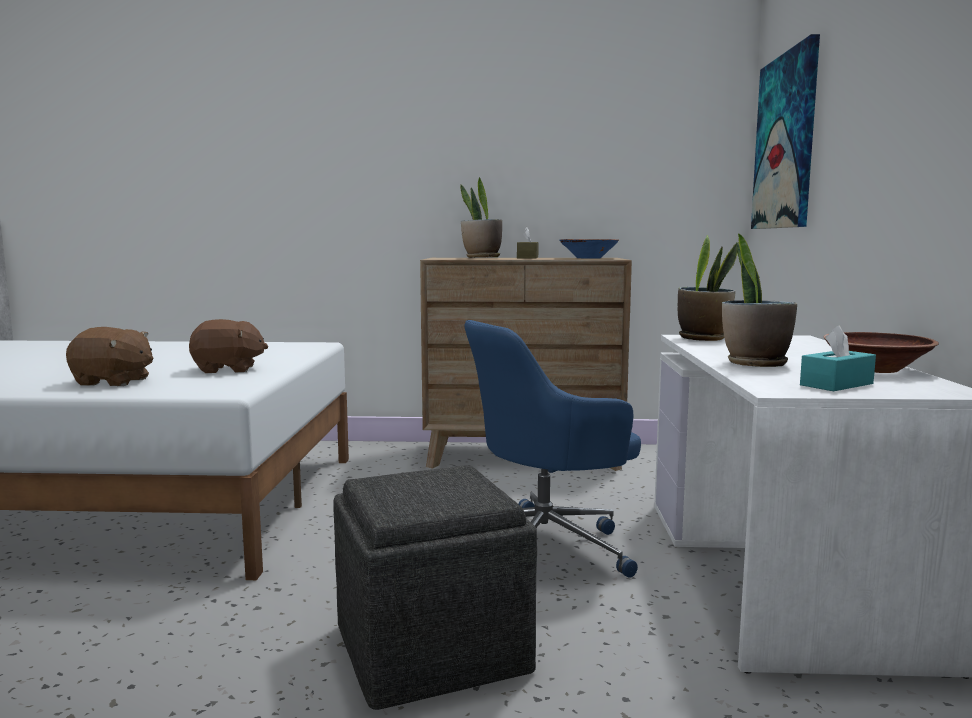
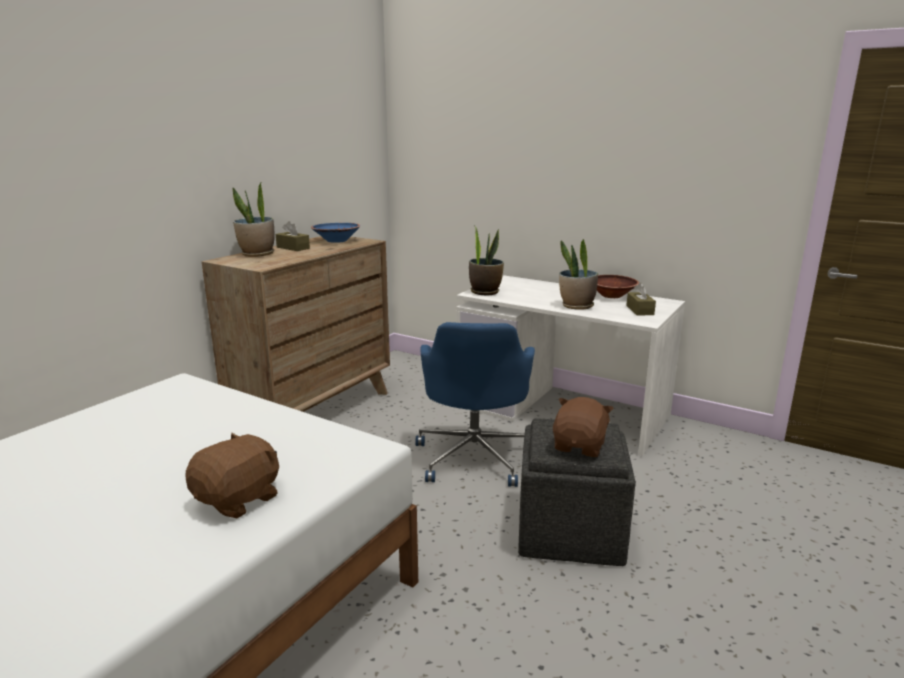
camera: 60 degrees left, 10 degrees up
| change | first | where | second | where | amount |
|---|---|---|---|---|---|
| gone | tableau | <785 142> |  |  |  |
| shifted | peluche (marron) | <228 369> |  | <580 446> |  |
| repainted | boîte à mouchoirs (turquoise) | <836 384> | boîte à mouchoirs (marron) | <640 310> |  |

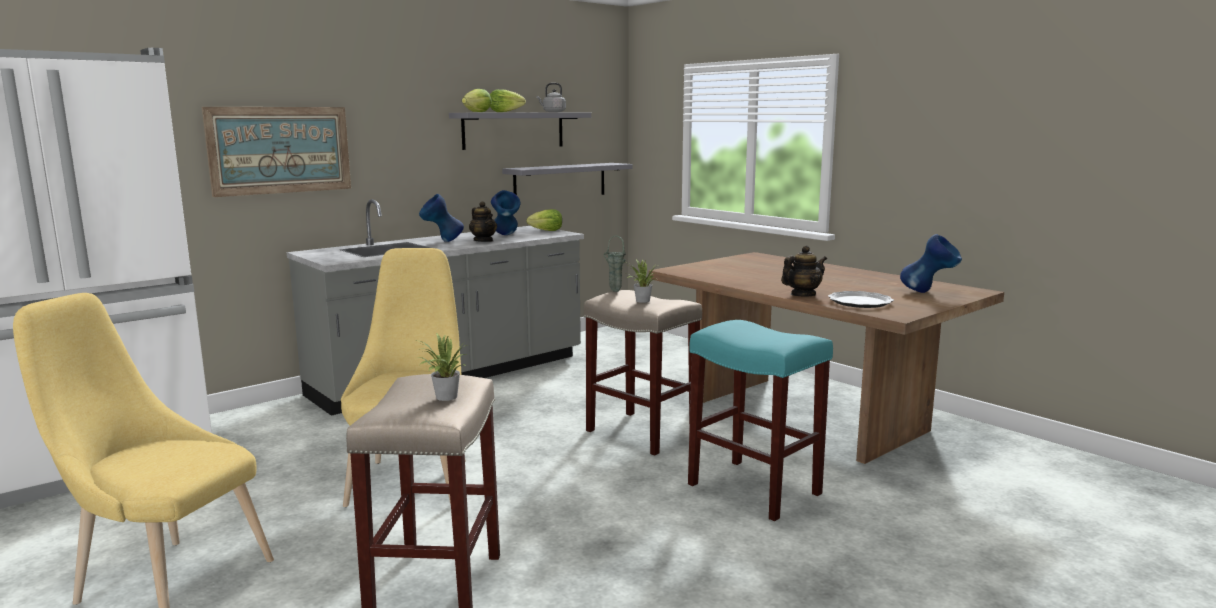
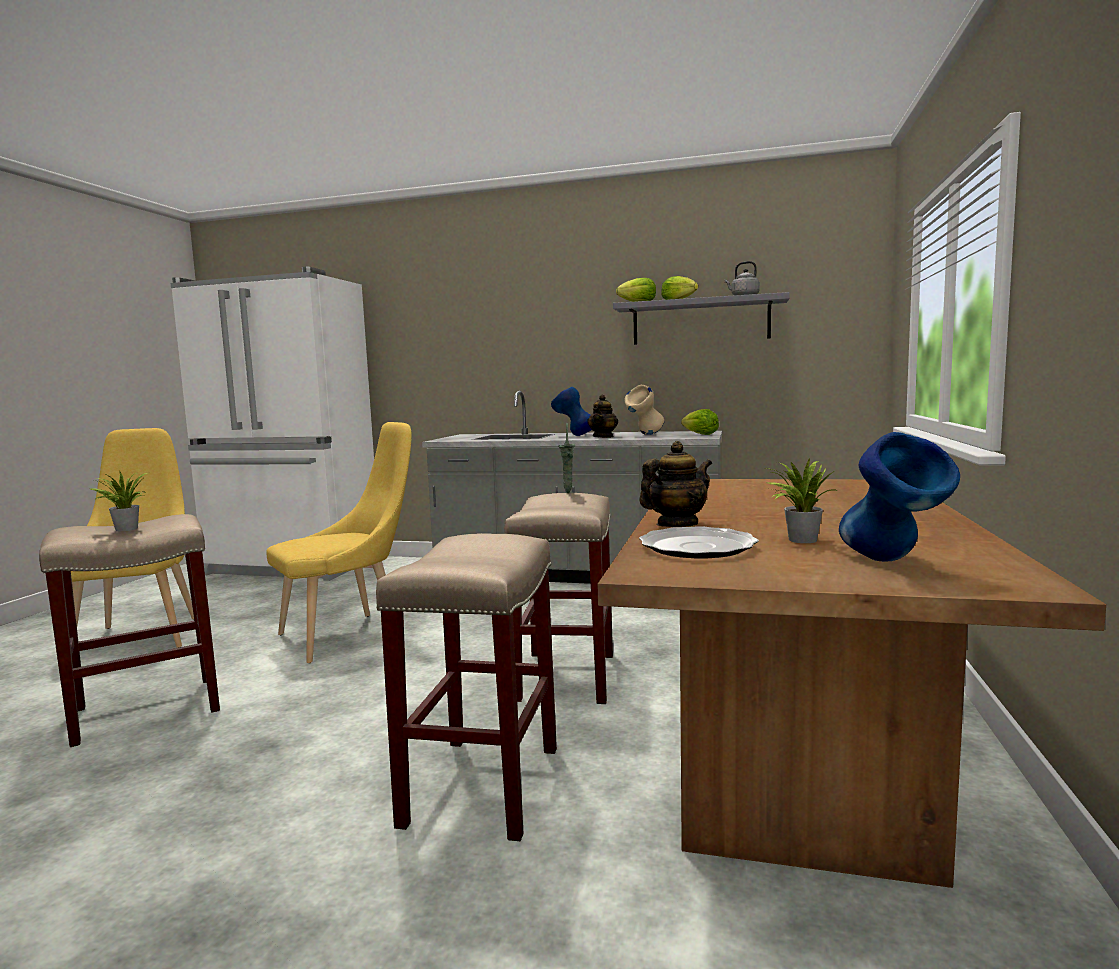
camera: 55 degrees right, 5 degrees down
| change | first | where | second | where | amount |
|---|---|---|---|---|---|
| gone | tableau | <280 150> |  |  |  |
| gone | étagère (gris) | <560 181> |  |  |  |
| repainted | vase (bleu) | <506 235> | vase (beige) | <645 435> |  |
| rotated | théière | <802 295> |  | <676 525> | 60 degrees counterclockwise |
| shifted | plante en pot | <641 301> |  | <798 540> |  |
| repainted | tabouret (turquoise) | <752 488> | tabouret (beige) | <482 784> |  |

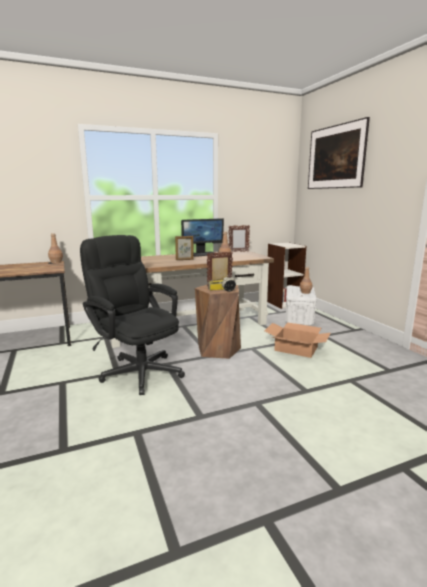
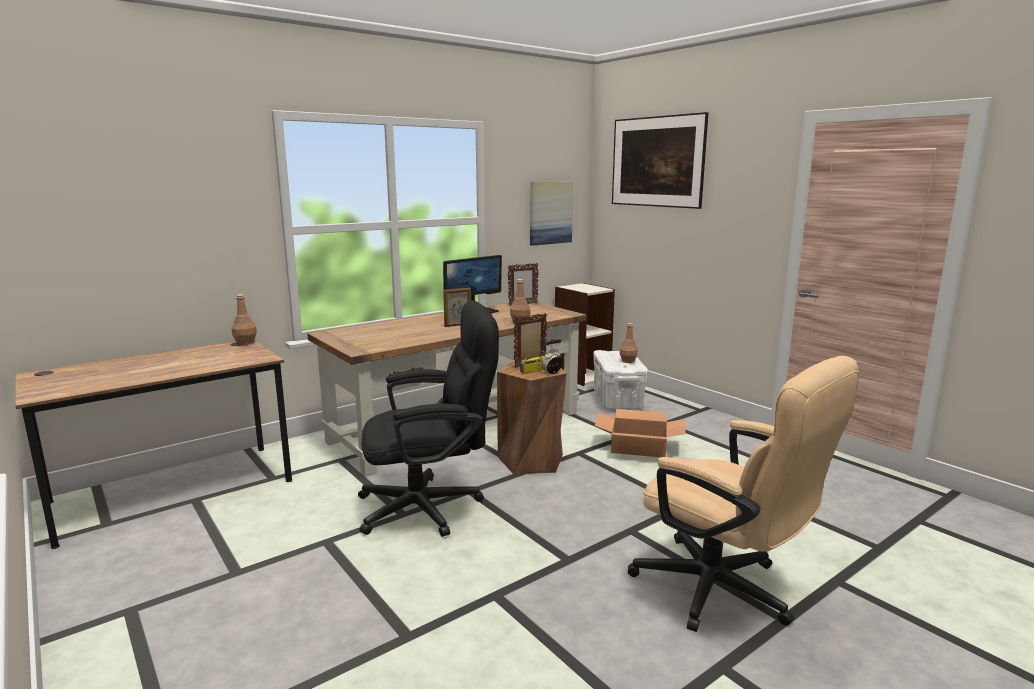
camera: 15 degrees left, 0 degrees up
| change | first | where | second | where | amount |
|---|---|---|---|---|---|
| rotated | chaise de bureau (noir) | <137 370> |  | <431 506> | 135 degrees clockwise |
| new |  |  | tableau | <550 212> |  |
| new |  |  | chaise de bureau (beige) | <725 593> |  |

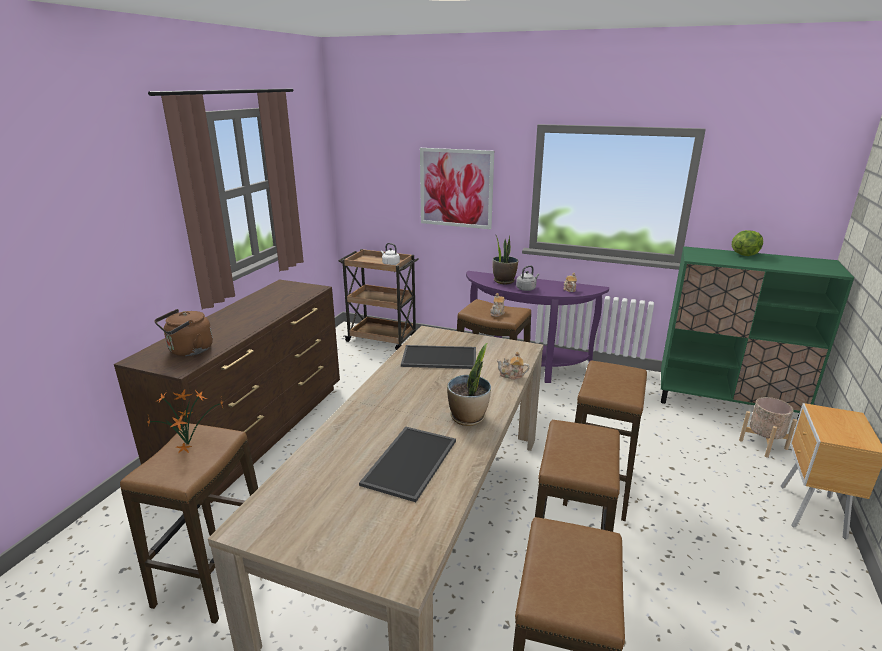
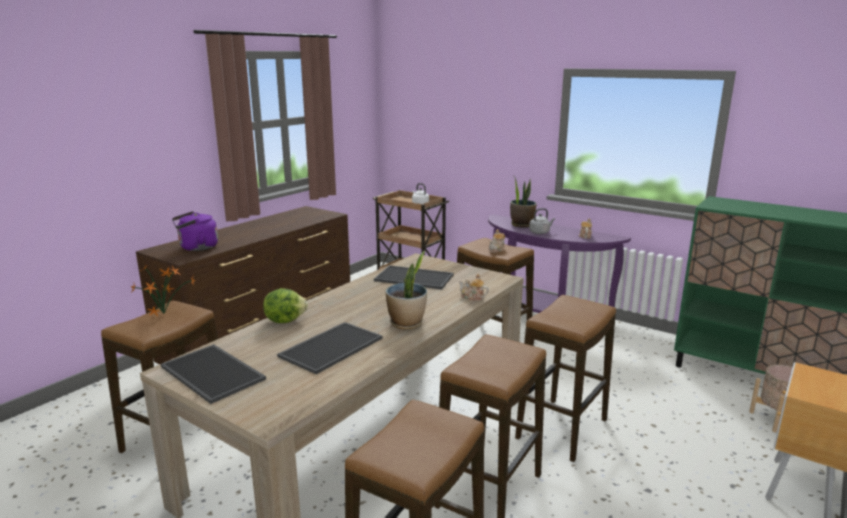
camera: 15 degrees right, 5 degrees down
| change | first | where | second | where | amount |
|---|---|---|---|---|---|
| gone | tableau | <456 188> |  |  |  |
| shifted | laitue | <744 254> |  | <285 320> |  |
| repainted | bouilloire (marron) | <188 351> | bouilloire (violet) | <196 248> |  |
| new |  |  | plateau | <214 372> |  |

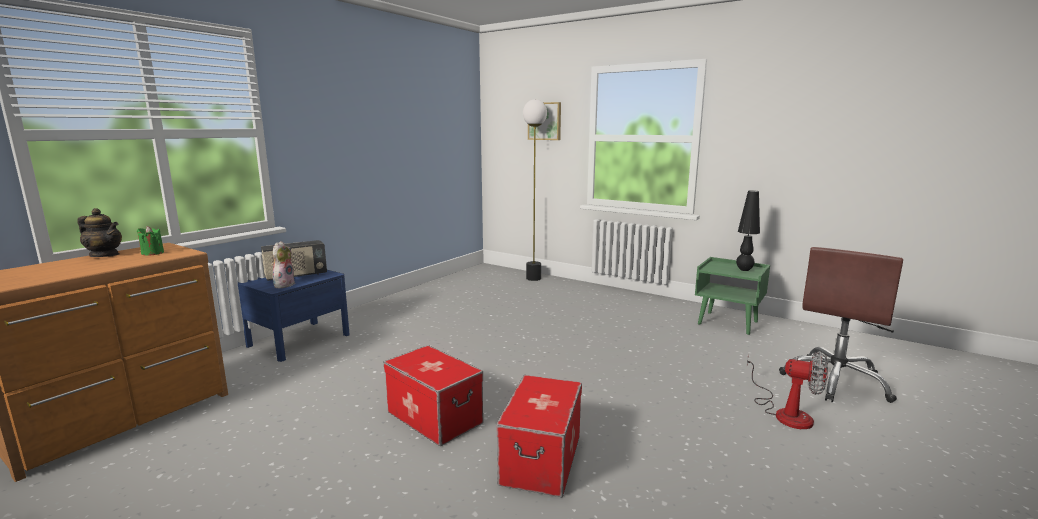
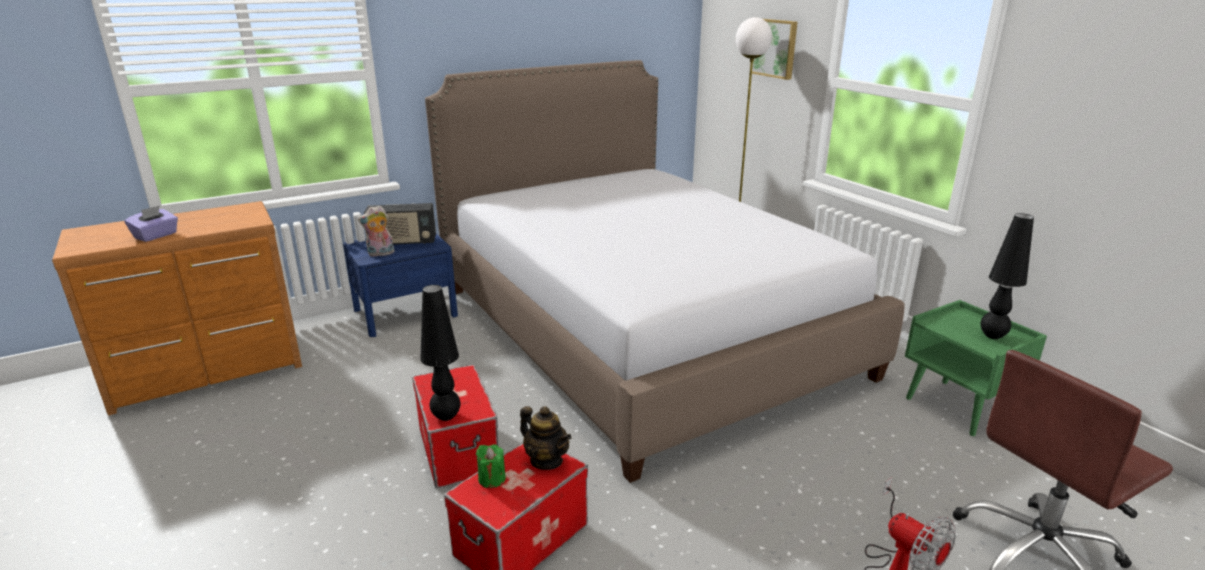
camera: 25 degrees right, 10 degrees up
| change | first | where | second | where | amount |
|---|---|---|---|---|---|
| shifted | théière | <105 255> |  | <546 460> |  |
| shifted | bougie (vert) | <152 253> |  | <492 479> |  |
| rotated | peluche | <284 285> |  | <380 254> | 150 degrees counterclockwise |
| new |  |  | lit | <640 329> |  |
| new |  |  | boîte à mouchoirs (violet) | <156 236> |  |
| new |  |  | lampe de table (noir) | <446 417> |  |

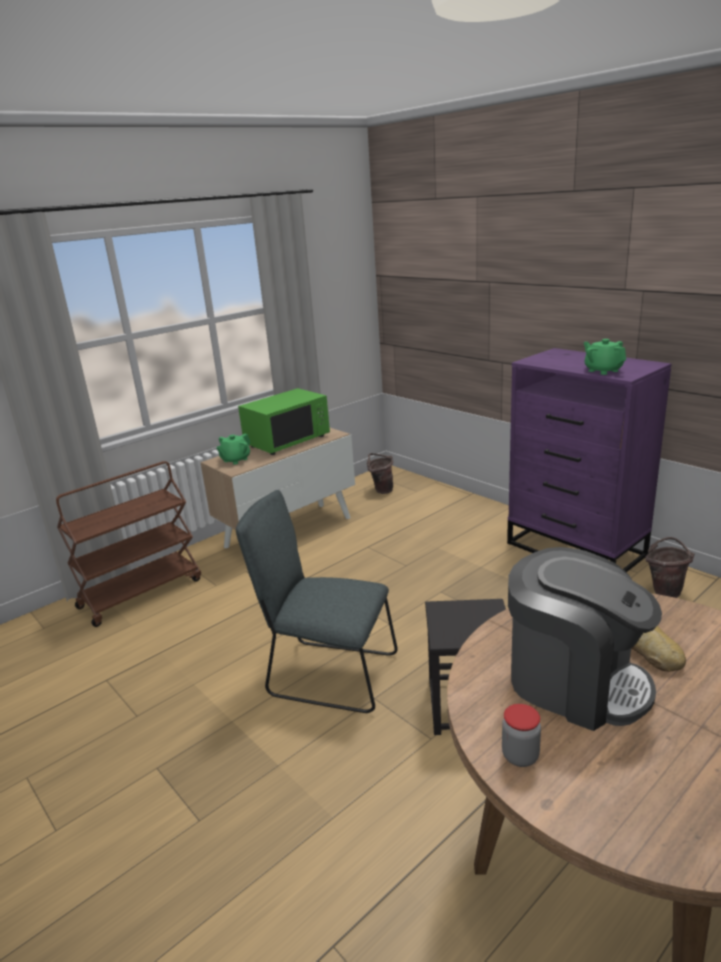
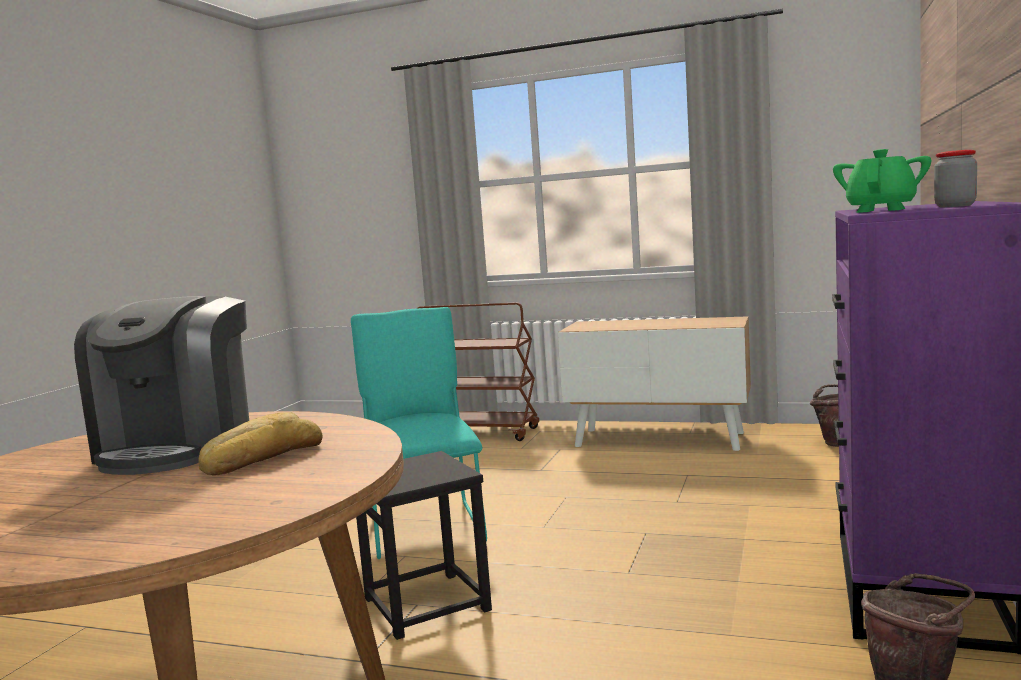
camera: 60 degrees right, 15 degrees down
| change | first | where | second | where | amount |
|---|---|---|---|---|---|
| gone | micro-ondes (vert) | <287 441> |  |  |  |
| gone | théière (vert) | <235 460> |  |  |  |
| repainted | chaise (gris) | <327 674> | chaise (turquoise) | <425 527> |  |
| shifted | bocal | <520 756> |  | <955 206> |  |

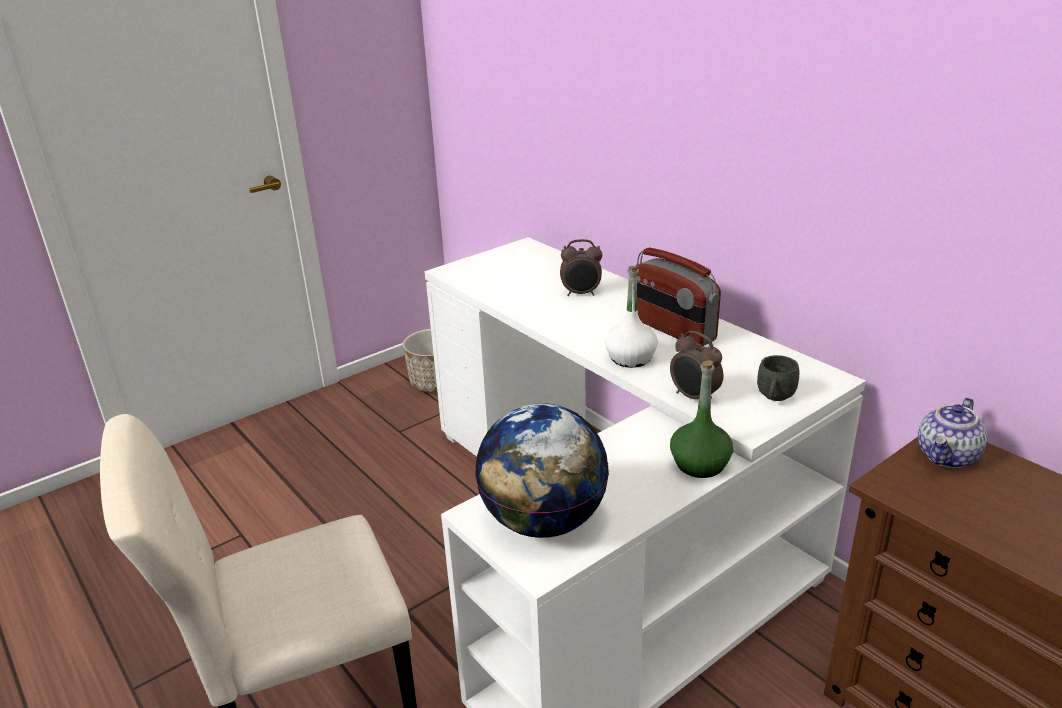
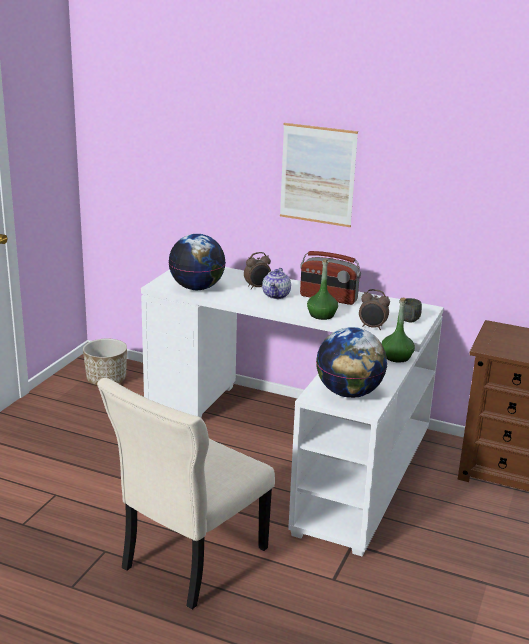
camera: 30 degrees left, 5 degrees down
| change | first | where | second | where | amount |
|---|---|---|---|---|---|
| repainted | bouteille (blanc) | <630 358> | bouteille (vert) | <321 315> |  |
| shifted | théière | <948 457> |  | <276 295> |  |
| new |  |  | tableau | <317 175> |  |
| new |  |  | globe | <197 288> |  |

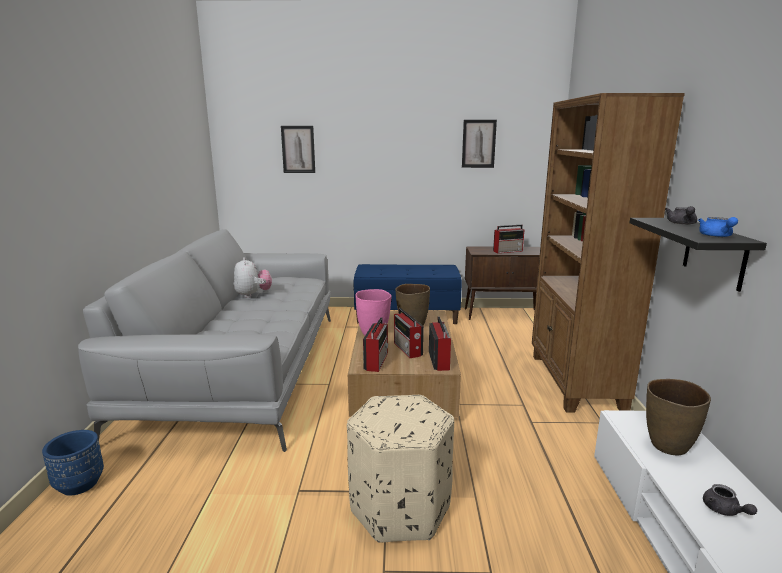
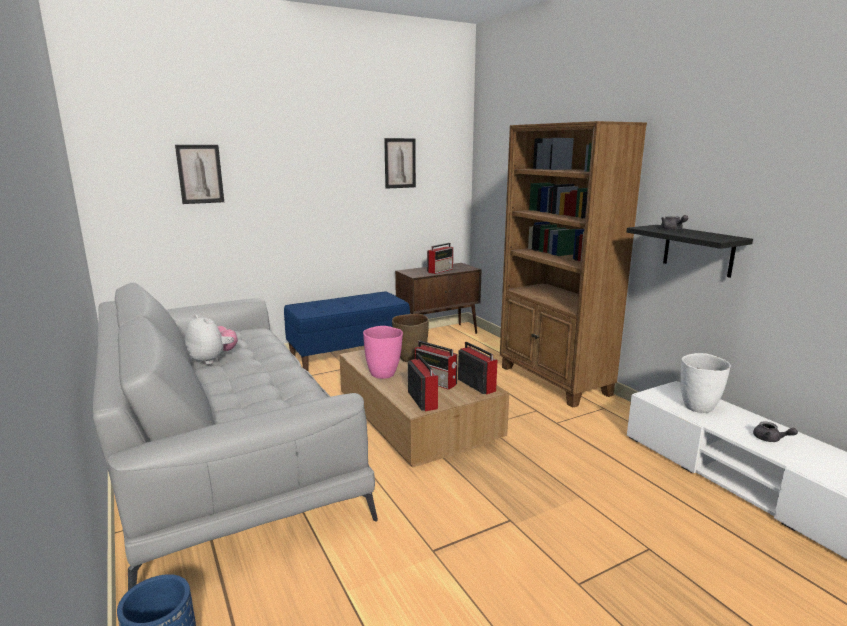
camera: 30 degrees left, 0 degrees up
| change | first | where | second | where | amount |
|---|---|---|---|---|---|
| gone | théière (bleu) | <716 236> |  |  |  |
| repainted | vase (marron) | <668 446> | vase (blanc) | <698 407> |  |
| gone | pouf (beige) | <399 508> |  |  |  |

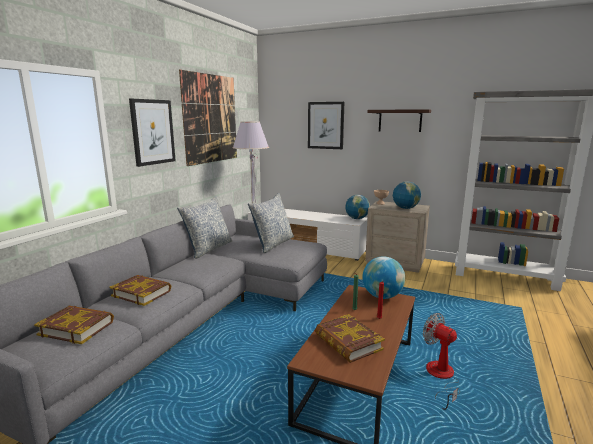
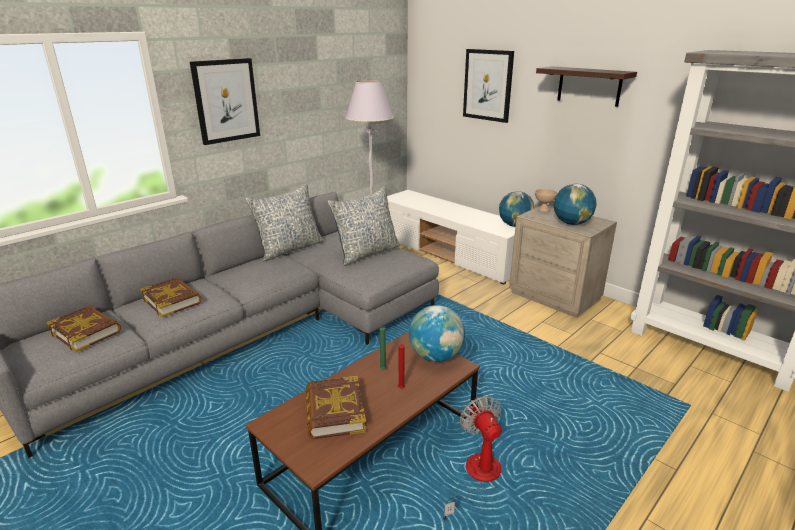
camera: 20 degrees right, 10 degrees up
| change | first | where | second | where | amount |
|---|---|---|---|---|---|
| gone | tableau | <211 119> |  |  |  |

